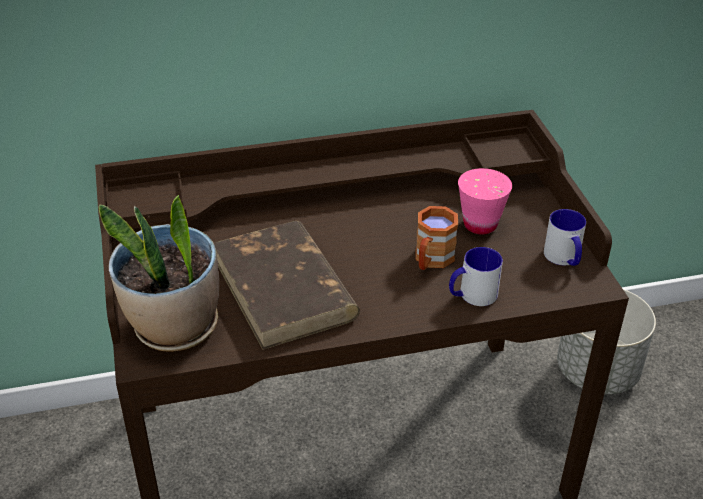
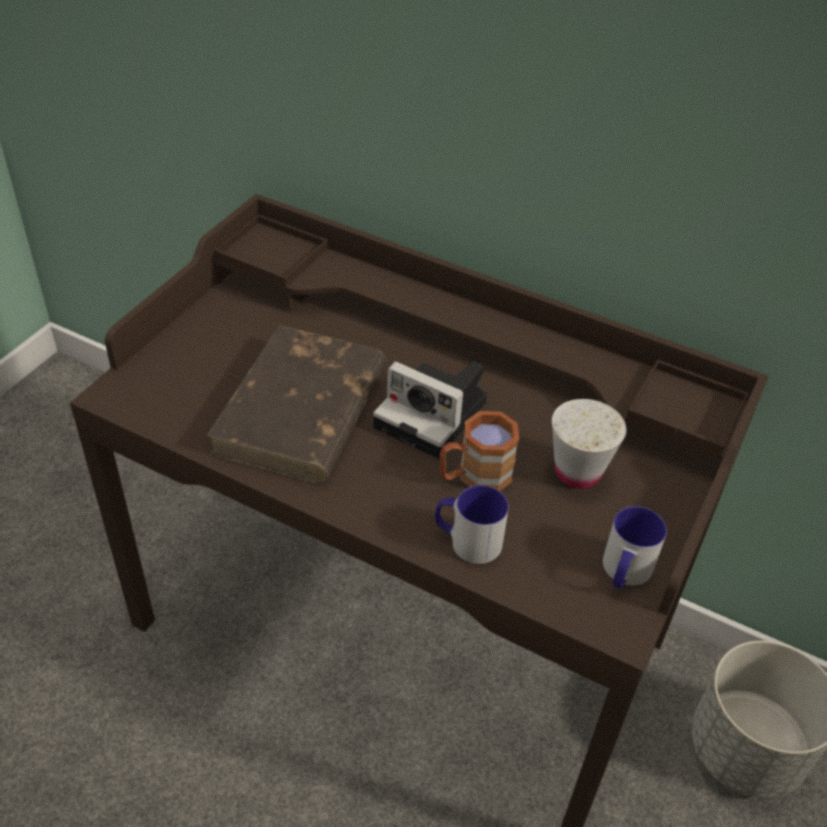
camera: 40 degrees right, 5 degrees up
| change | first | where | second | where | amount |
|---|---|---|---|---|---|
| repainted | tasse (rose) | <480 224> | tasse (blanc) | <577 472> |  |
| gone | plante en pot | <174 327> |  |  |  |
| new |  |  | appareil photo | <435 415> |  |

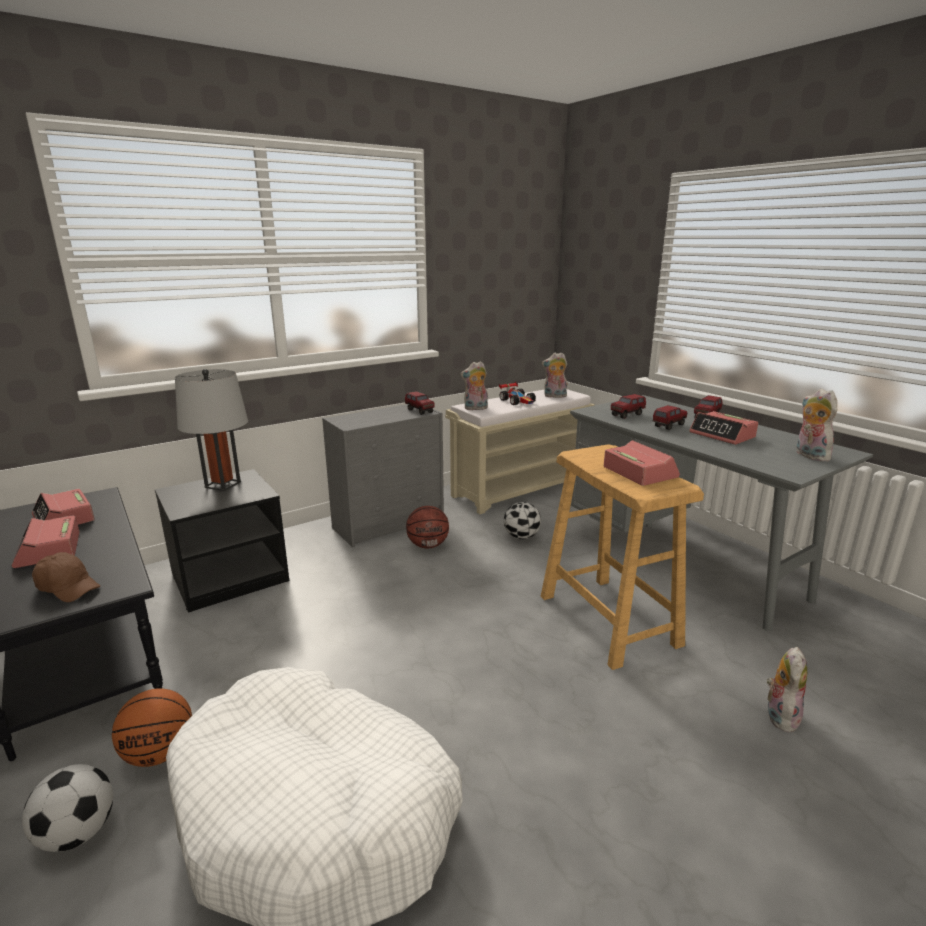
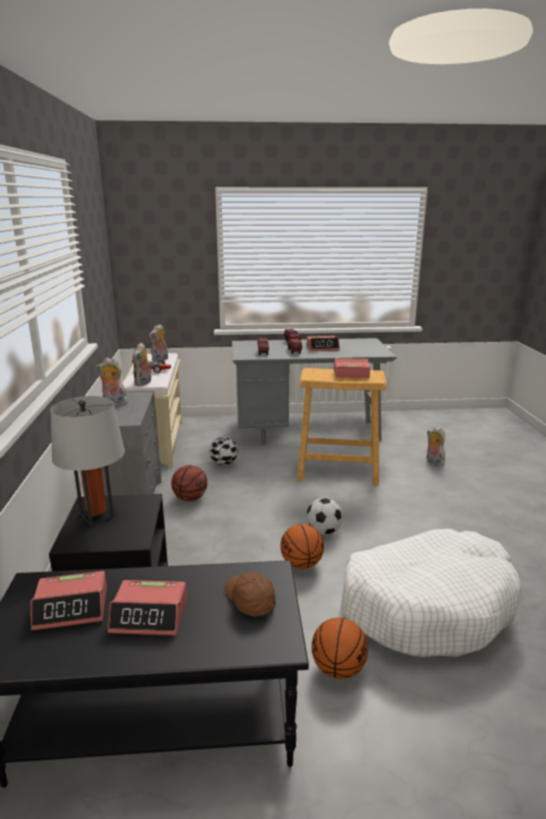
camera: 60 degrees left, 0 degrees up
| change | first | where | second | where | amount |
|---|---|---|---|---|---|
| shifted | peluche | <809 455> |  | <113 403> |  |
| gone | camion jouet | <419 411> |  |  |  |
| rotated | casquette (marron) | <68 587> |  | <249 600> | 90 degrees counterclockwise |
| shifted | ballon de foot | <78 833> |  | <323 531> |  |
| new |  |  | ballon de basket | <301 564> |  |

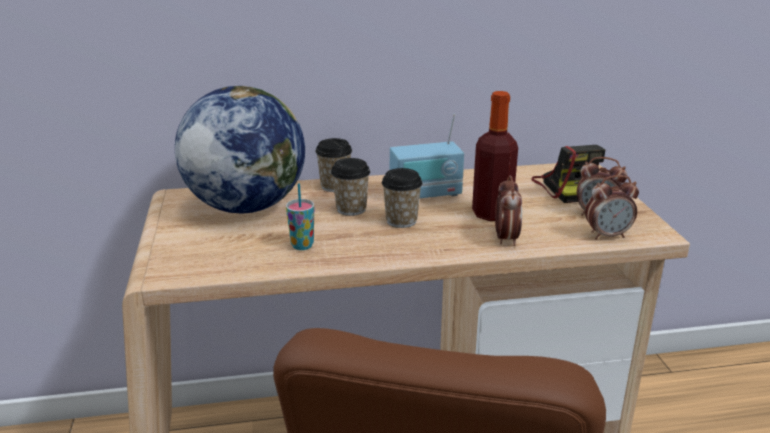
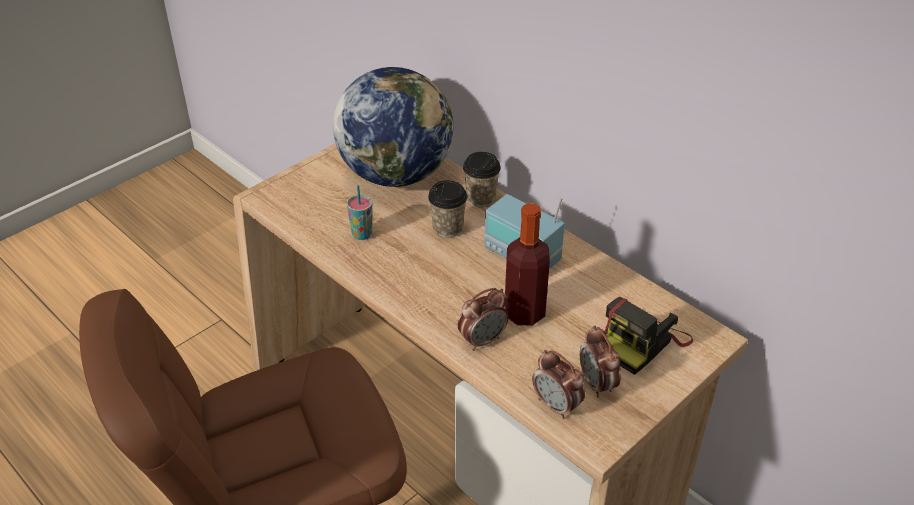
camera: 55 degrees right, 15 degrees up
| change | first | where | second | where | amount |
|---|---|---|---|---|---|
| gone | tasse | <401 221> |  |  |  |

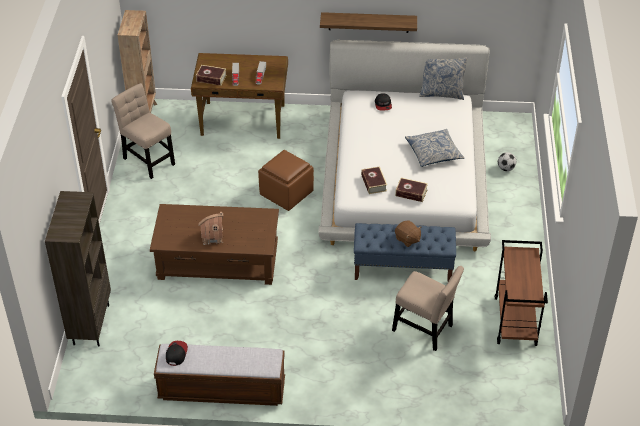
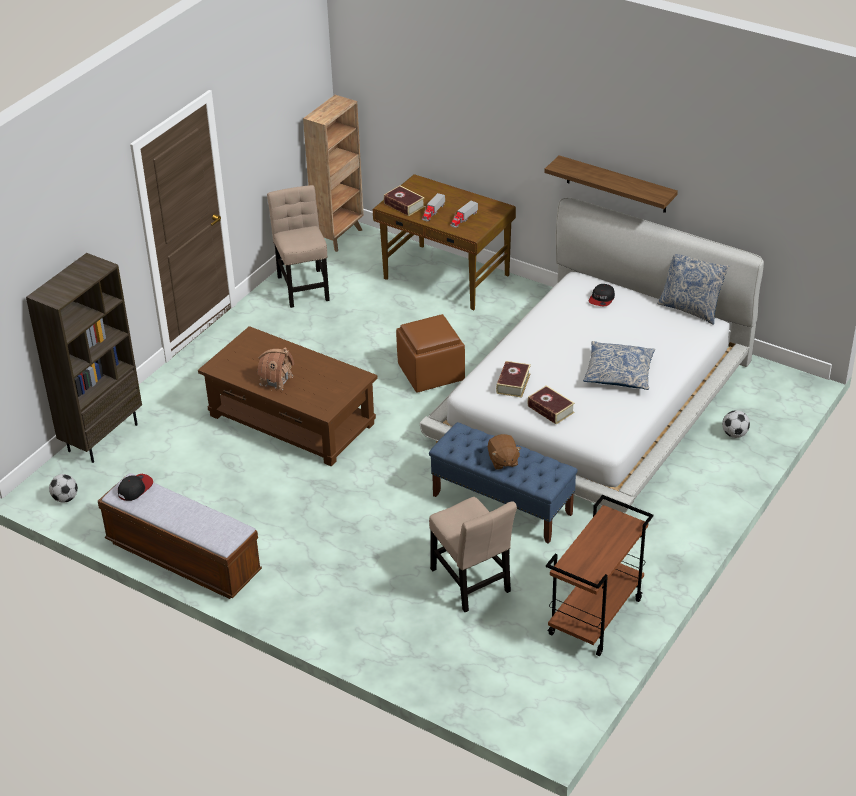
camera: 30 degrees right, 5 degrees down
| change | first | where | second | where | amount |
|---|---|---|---|---|---|
| new |  |  | ballon de foot | <65 498> |  |

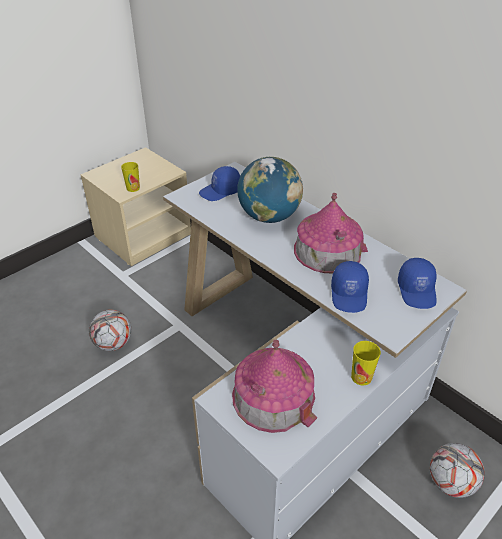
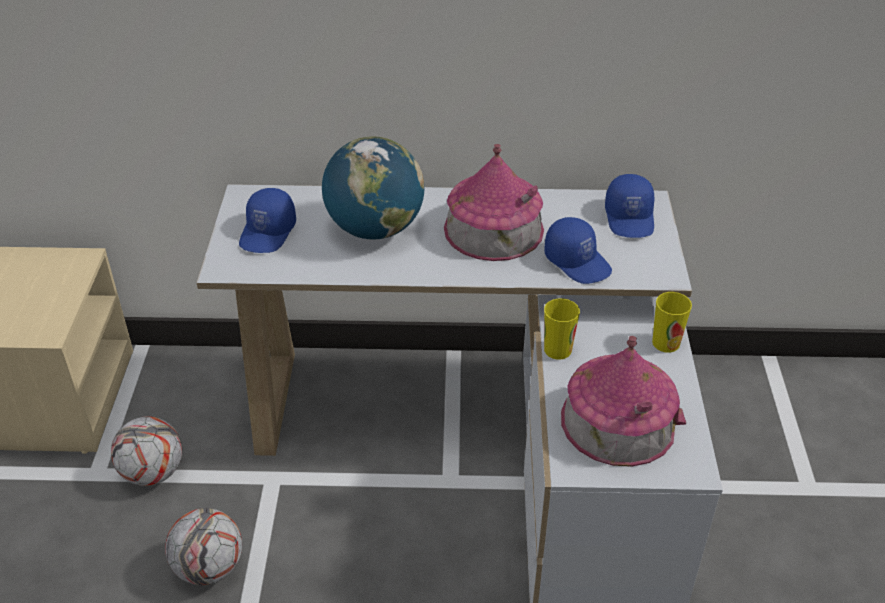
camera: 45 degrees left, 0 degrees up
| change | first | where | second | where | amount |
|---|---|---|---|---|---|
| shifted | tasse | <133 188> |  | <557 349> |  |
| rotated | casquette (bleu) | <417 291> |  | <630 218> | 45 degrees clockwise |
| shifted | ballon de foot | <450 483> |  | <153 473> |  |

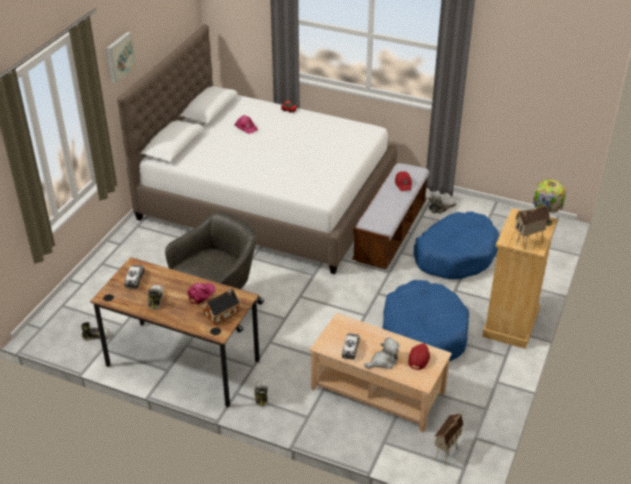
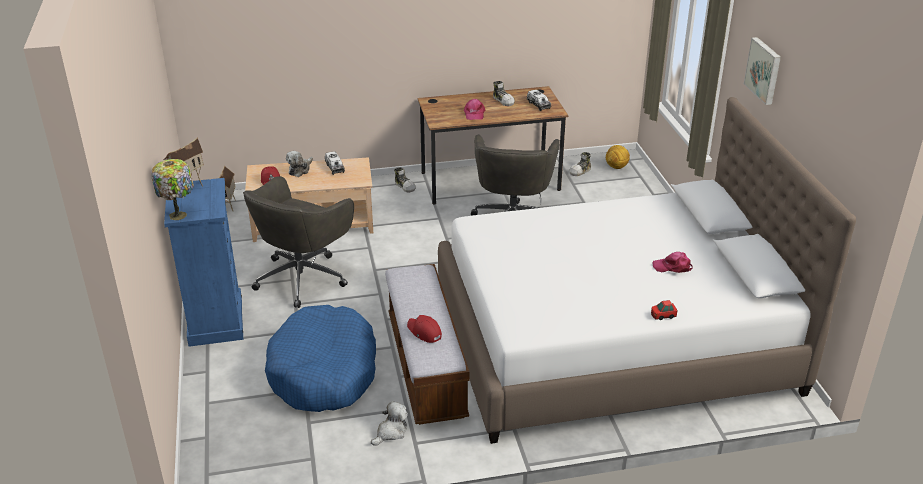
camera: 145 degrees right, 5 degrees down
| change | first | where | second | where | amount |
|---|---|---|---|---|---|
| repainted | commode (beige) | <511 324> | commode (bleu) | <215 320> |  |
| swapped | panier pour chien (bleu) | <424 333> | chaise de bureau (gris) | <303 277> |  |
| gone | maison miniature | <222 313> |  |  |  |
| new |  |  | ballon de foot | <616 167> |  |

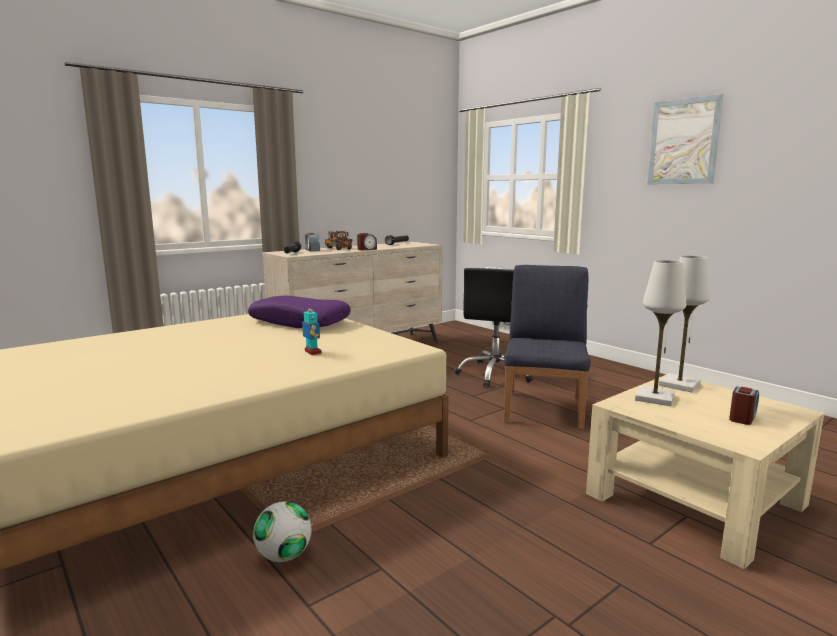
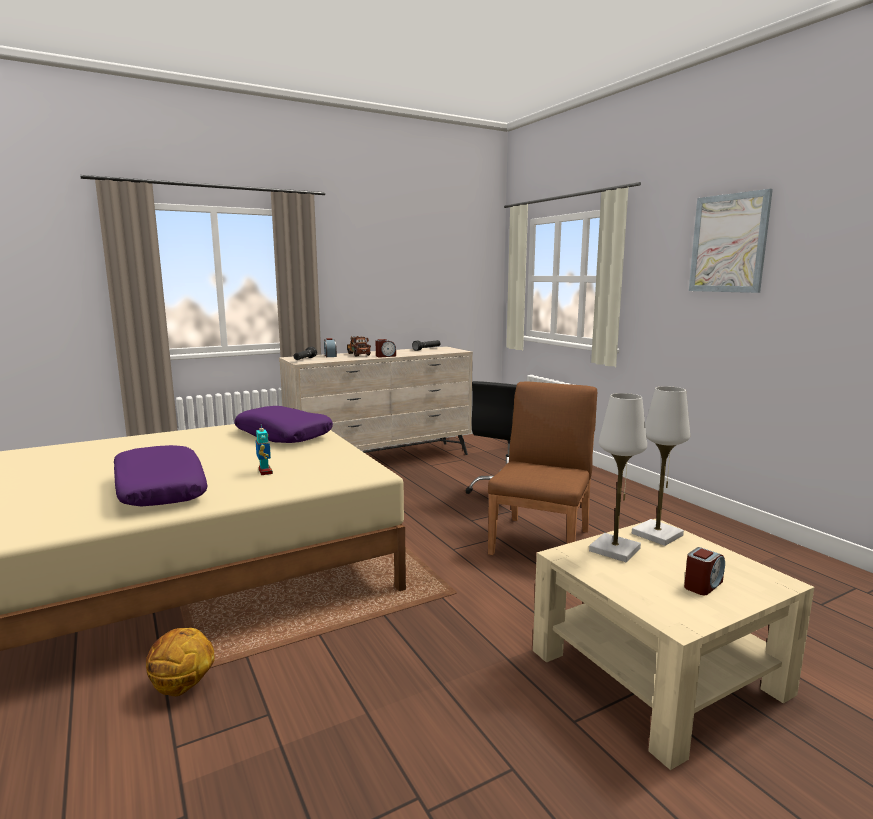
camera: 10 degrees right, 0 degrees up
| change | first | where | second | where | amount |
|---|---|---|---|---|---|
| repainted | chaise (bleu) | <544 408> | chaise (marron) | <541 541> |  |
| swapped | ballon de foot | <284 556> | ballon de basket | <182 687> |  |
| new |  |  | coussin (violet) | <159 489> |  |

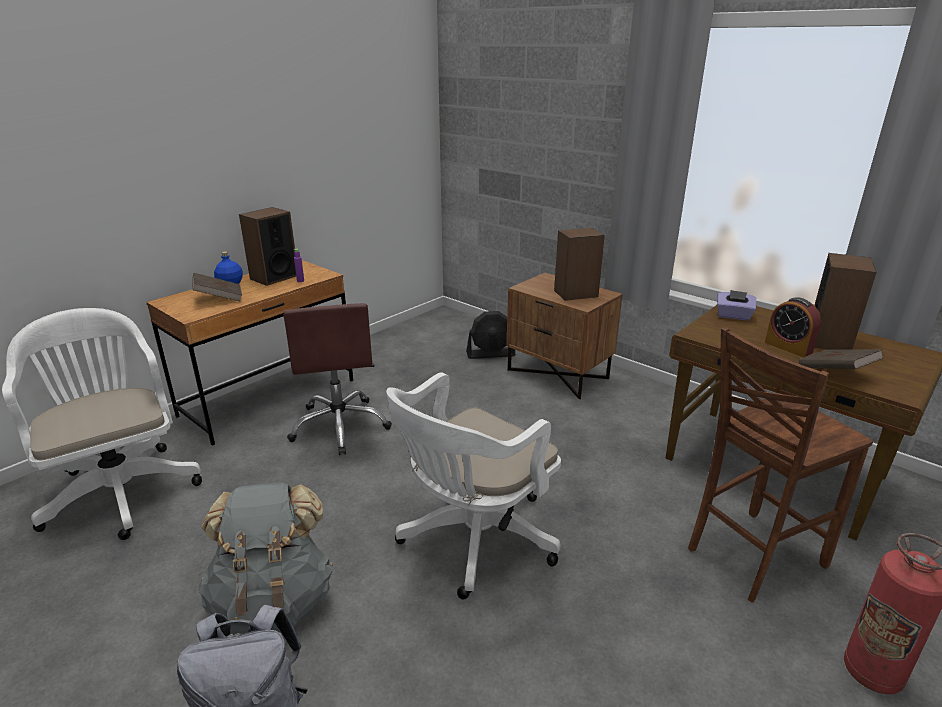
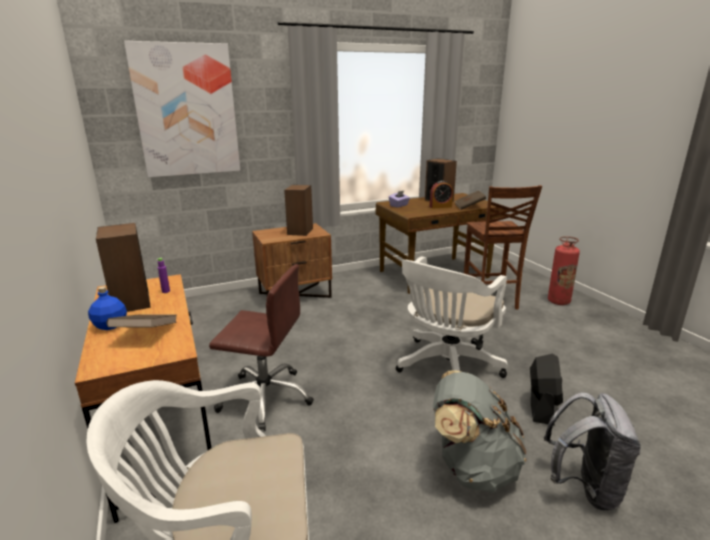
camera: 65 degrees left, 5 degrees down
| change | first | where | second | where | amount |
|---|---|---|---|---|---|
| shifted | ventilateur (noir) | <490 354> |  | <542 406> |  |
| rotated | chaise de bureau (blanc) | <472 540> |  | <446 368> | 60 degrees clockwise |
| new |  |  | tableau | <186 111> |  |

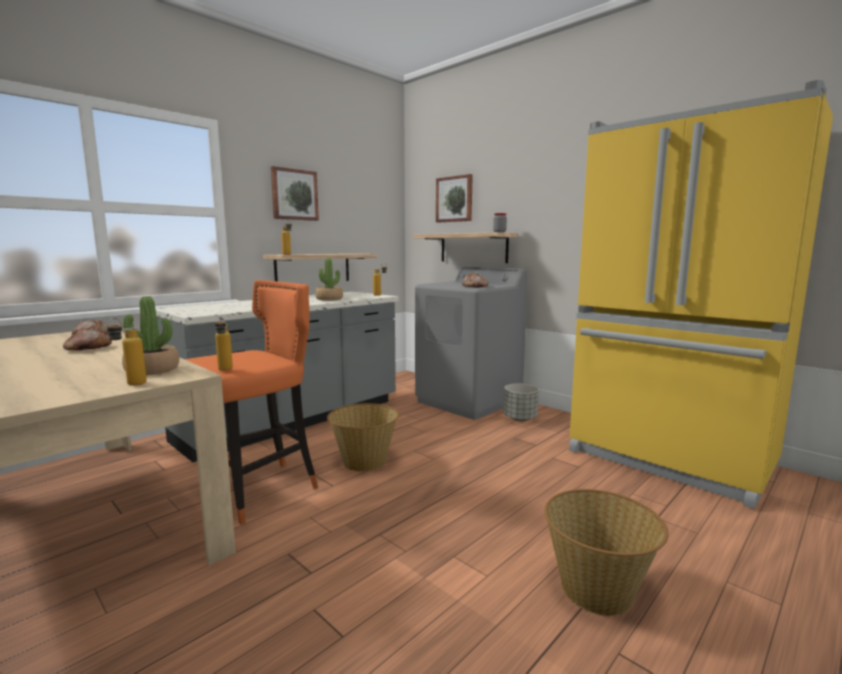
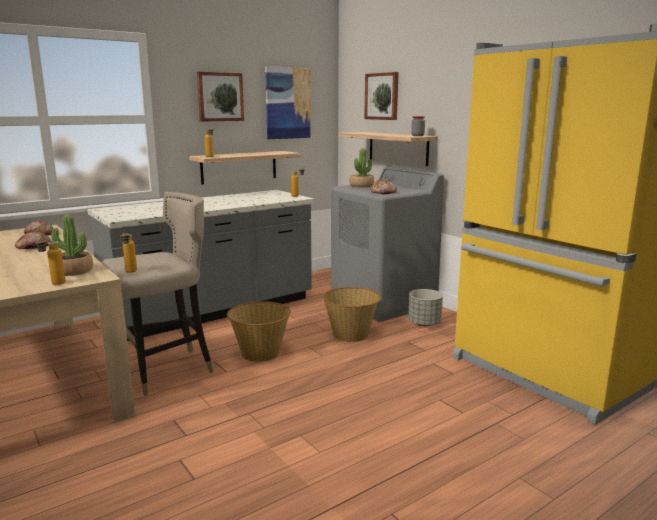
camera: 10 degrees right, 5 degrees up
| change | first | where | second | where | amount |
|---|---|---|---|---|---|
| shifted | plante en pot | <329 299> |  | <361 186> |  |
| repainted | tabouret (orange) | <259 491> | tabouret (beige) | <166 370> |  |
| shifted | panier | <598 590> |  | <351 334> |  |
| new |  |  | tableau | <288 103> |  |

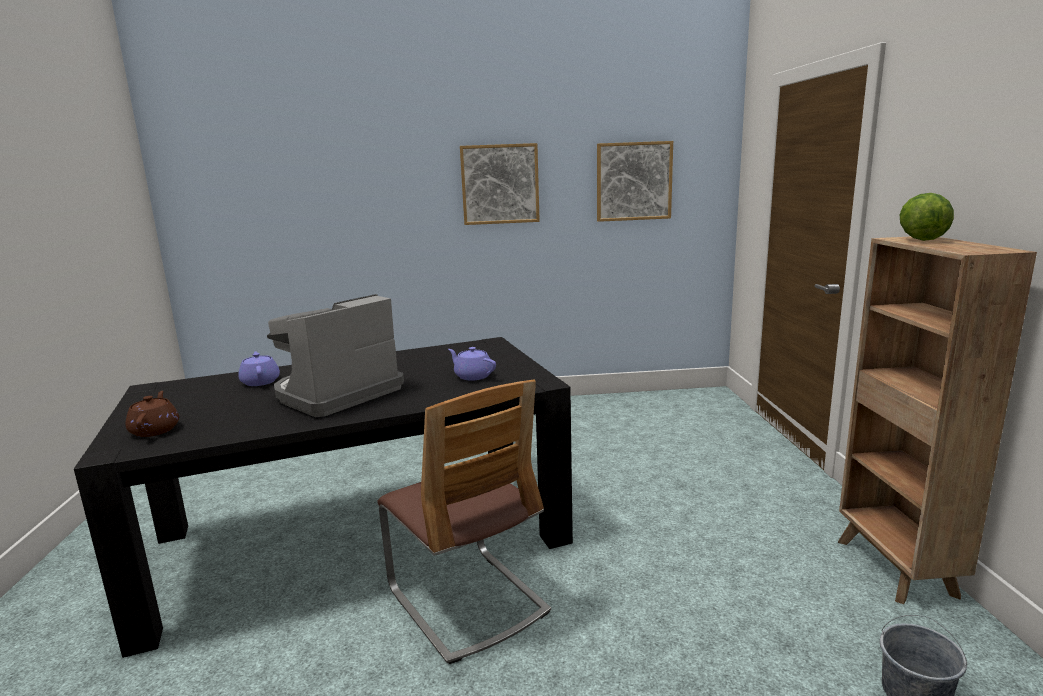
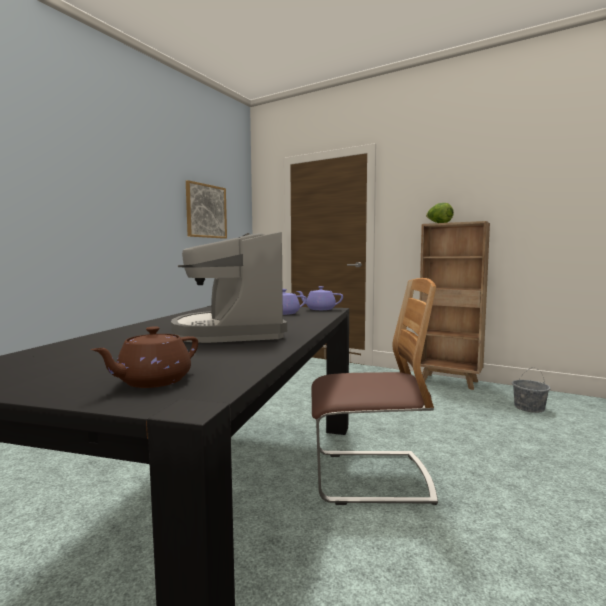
camera: 55 degrees left, 10 degrees down
| change | first | where | second | where | amount |
|---|---|---|---|---|---|
| gone | tableau | <500 184> |  |  |  |
| shifted | théière (violet) | <260 381> |  | <319 309> |  |
| rotated | théière (marron) | <155 430> |  | <152 381> | 75 degrees counterclockwise |

